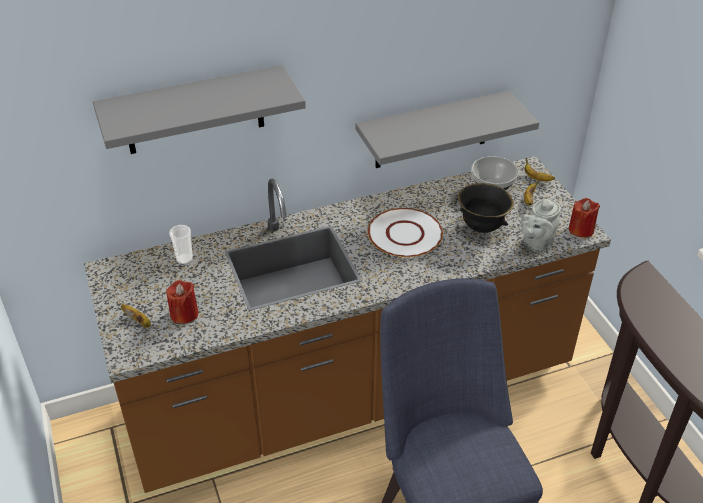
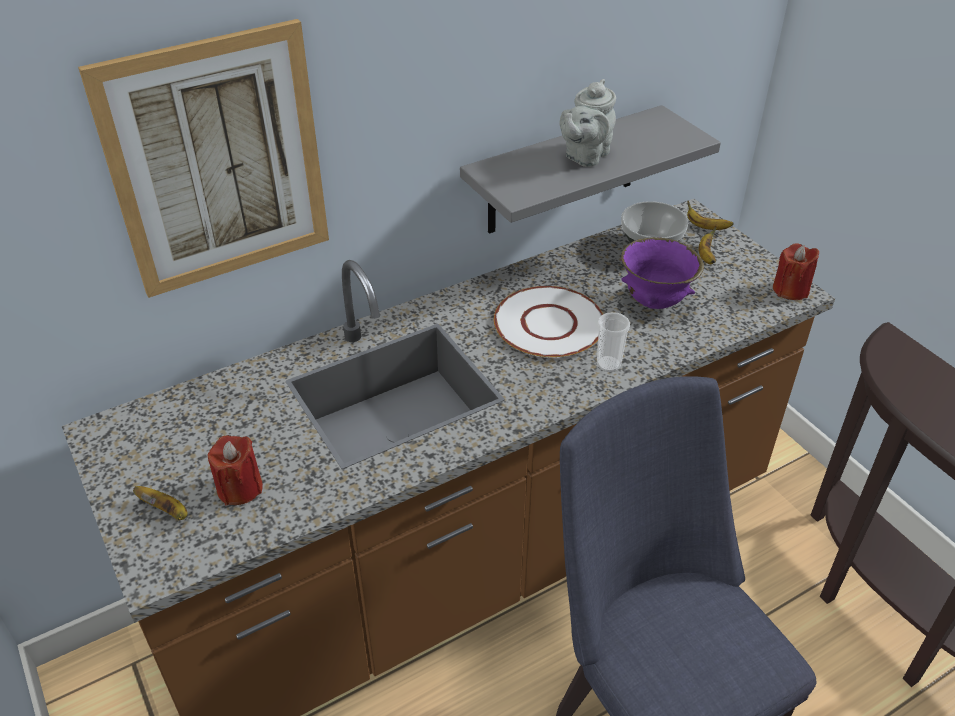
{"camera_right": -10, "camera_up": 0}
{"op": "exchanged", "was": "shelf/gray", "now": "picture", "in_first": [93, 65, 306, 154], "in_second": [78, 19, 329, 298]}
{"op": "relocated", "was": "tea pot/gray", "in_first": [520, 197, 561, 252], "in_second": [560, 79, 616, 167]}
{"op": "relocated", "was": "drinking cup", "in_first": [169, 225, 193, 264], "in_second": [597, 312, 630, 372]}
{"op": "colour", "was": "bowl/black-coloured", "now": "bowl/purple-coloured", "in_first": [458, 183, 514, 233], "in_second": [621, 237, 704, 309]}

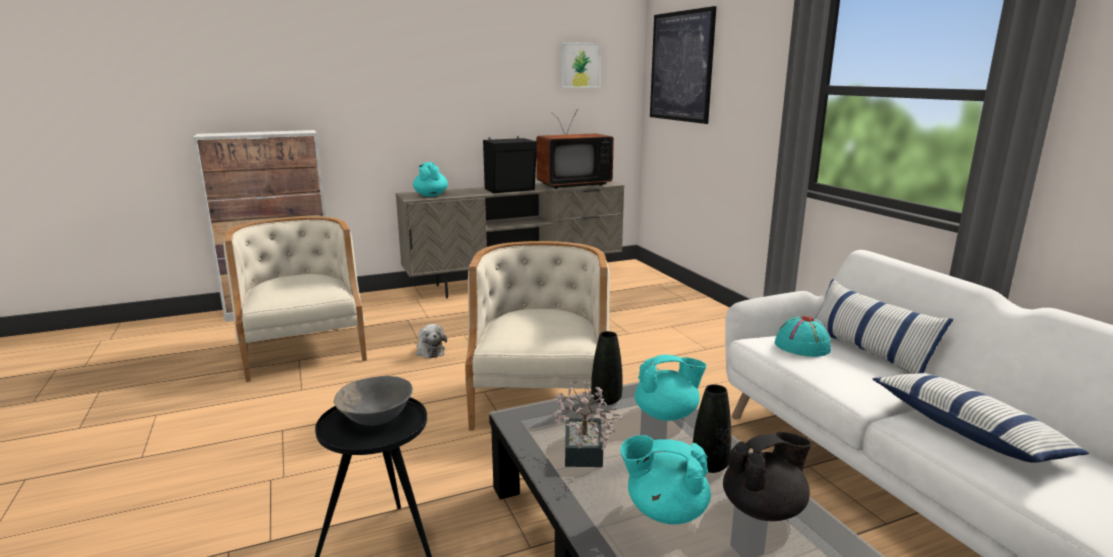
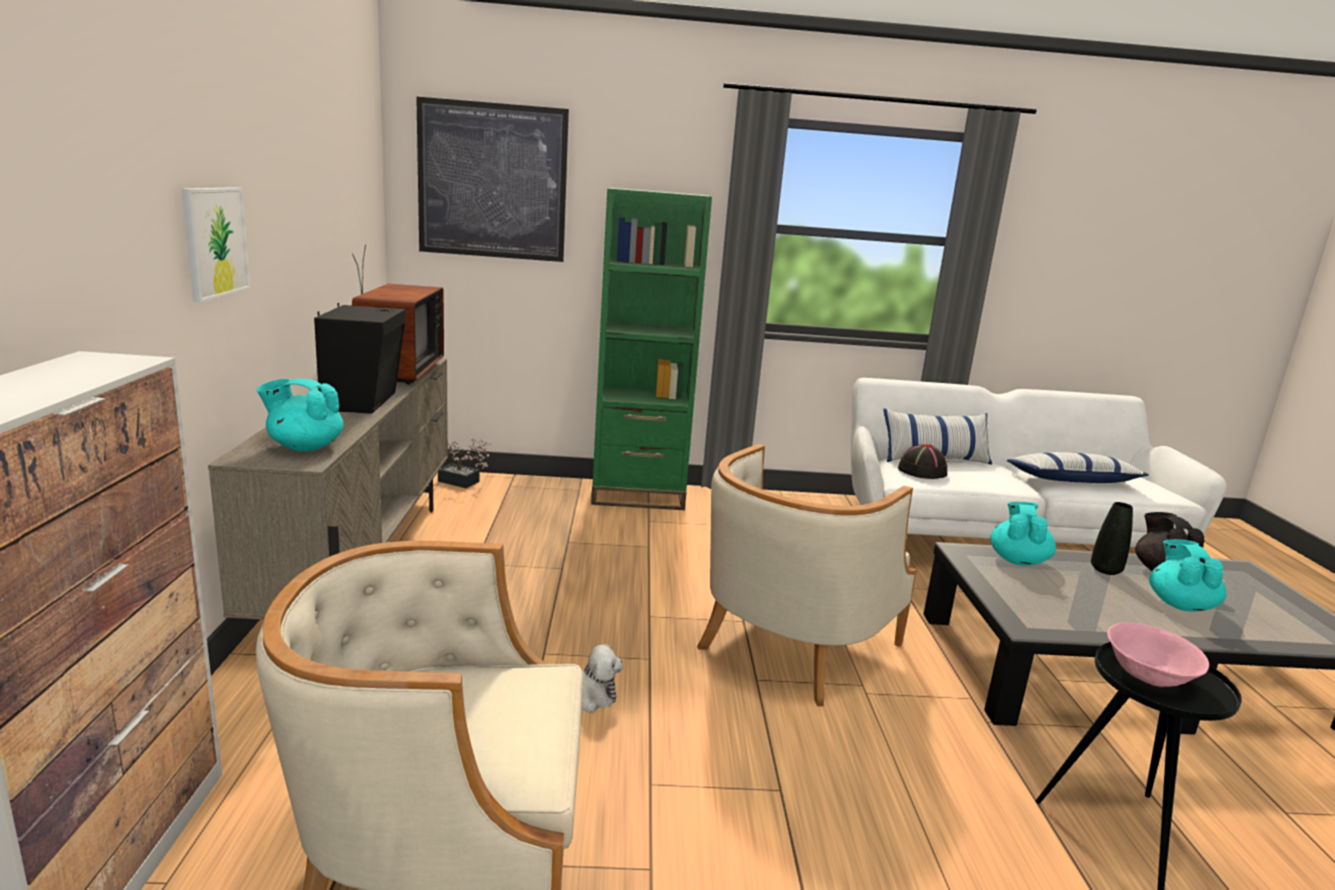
{"camera_right": -70, "camera_up": 0}
{"op": "relocated", "was": "picture", "in_first": [561, 43, 601, 88], "in_second": [182, 187, 250, 302]}
{"op": "relocated", "was": "plant in a pot", "in_first": [553, 380, 622, 467], "in_second": [438, 439, 491, 488]}
{"op": "appeared", "now": "bookcase/greenish", "in_second": [591, 188, 712, 510]}
{"op": "spun", "was": "lounge chair/sand-coloured", "in_first": [465, 241, 610, 430], "in_second": [697, 444, 917, 706], "clockwise": -75}
{"op": "colour", "was": "wearable hat/blue-green", "now": "wearable hat/black-coloured", "in_first": [775, 316, 831, 357], "in_second": [898, 444, 947, 479]}
{"op": "colour", "was": "bowl/gray", "now": "bowl/pinkish", "in_first": [334, 376, 413, 426], "in_second": [1107, 622, 1209, 687]}
{"op": "spun", "was": "tea pot/blue-green", "in_first": [620, 435, 711, 524], "in_second": [1149, 539, 1226, 612], "clockwise": 150}
{"op": "missing", "was": "decorative vase/black-coloured", "in_first": [591, 331, 623, 405]}

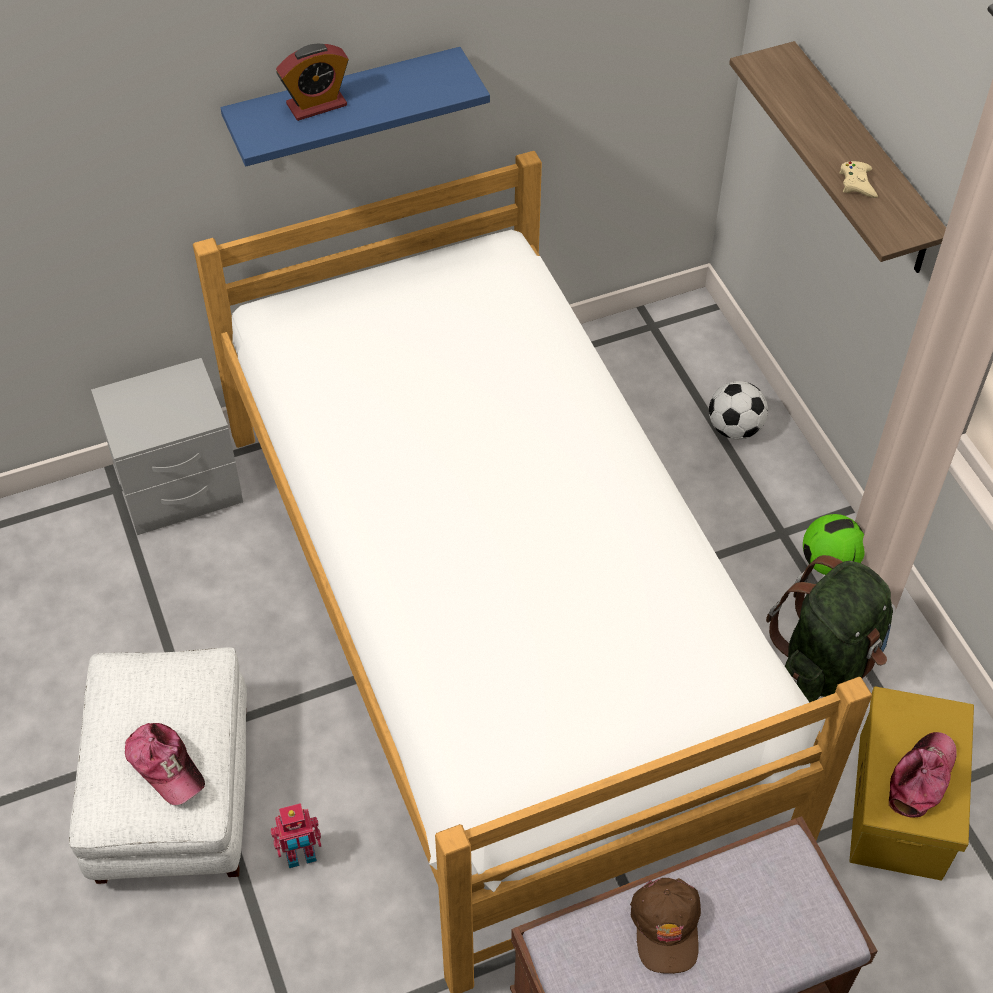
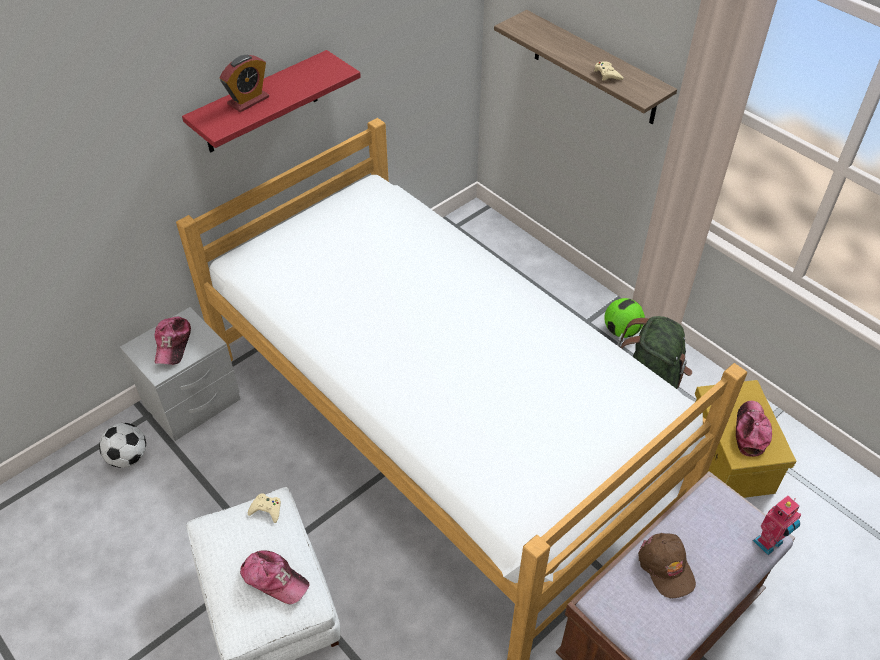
{"camera_right": -20, "camera_up": -5}
{"op": "relocated", "was": "ball for football", "in_first": [709, 381, 768, 439], "in_second": [99, 423, 146, 468]}
{"op": "appeared", "now": "baseball cap", "in_second": [155, 316, 191, 365]}
{"op": "colour", "was": "shelf/blue", "now": "shelf/red-coloured", "in_first": [221, 47, 490, 166], "in_second": [182, 50, 361, 153]}
{"op": "appeared", "now": "gamepad/sand-coloured", "in_second": [248, 493, 281, 523]}
{"op": "relocated", "was": "robot figure", "in_first": [271, 803, 321, 868], "in_second": [752, 496, 802, 555]}

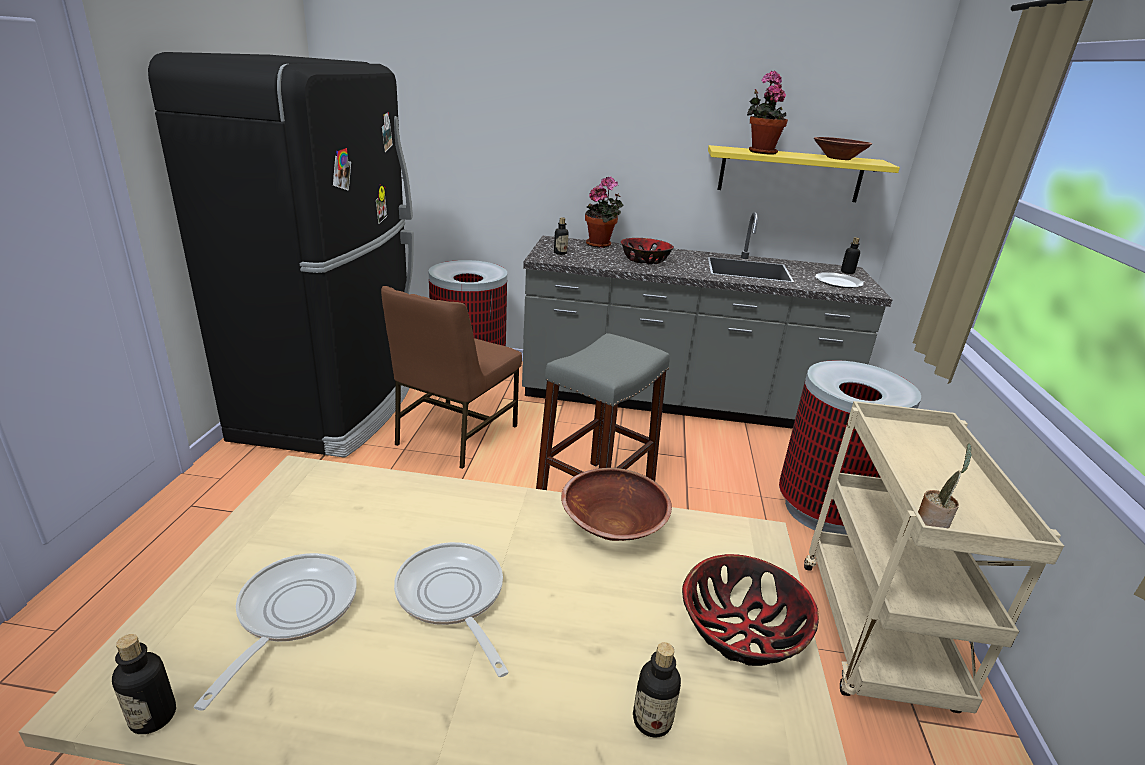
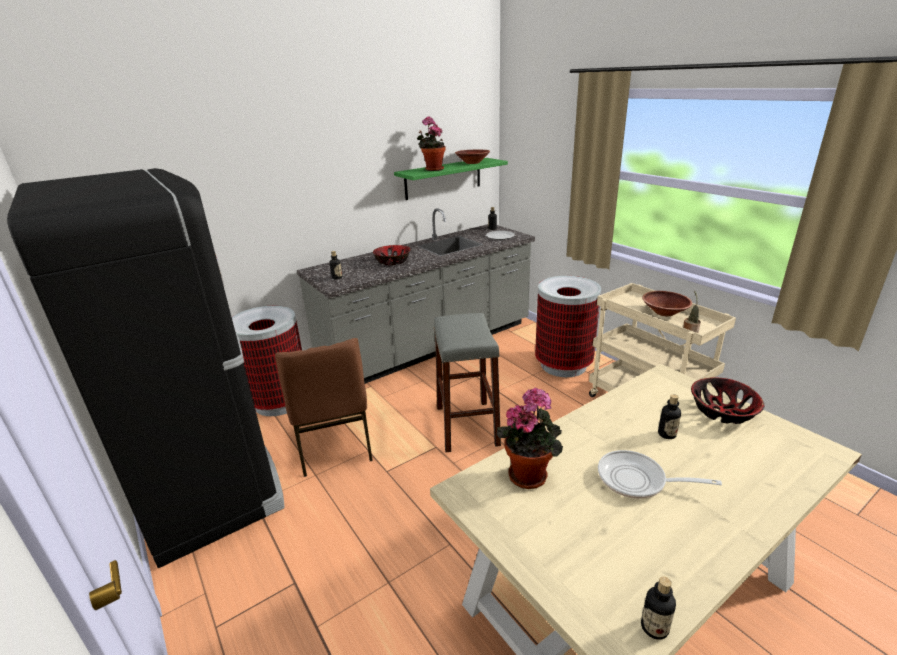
{"camera_right": -40, "camera_up": 0}
{"op": "colour", "was": "shelf/yellow", "now": "shelf/greenish", "in_first": [708, 145, 900, 202], "in_second": [394, 158, 508, 200]}
{"op": "relocated", "was": "plant in a pot", "in_first": [585, 177, 624, 248], "in_second": [497, 387, 563, 489]}
{"op": "relocated", "was": "bowl/brown-coloured", "in_first": [561, 468, 672, 541], "in_second": [642, 291, 692, 316]}
{"op": "relocated", "was": "bottle", "in_first": [633, 642, 681, 738], "in_second": [658, 394, 681, 439]}
{"op": "missing", "was": "frying pan", "in_first": [194, 553, 357, 711]}

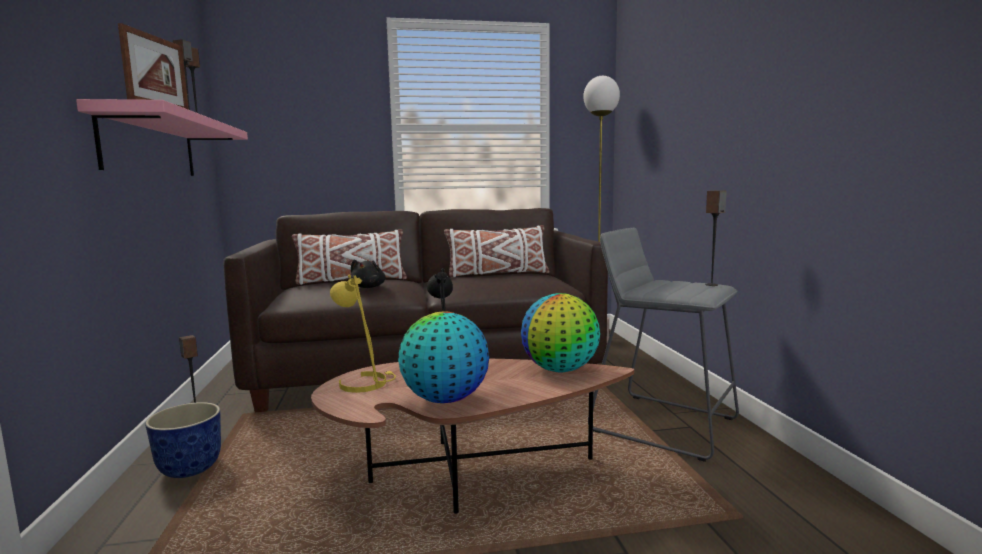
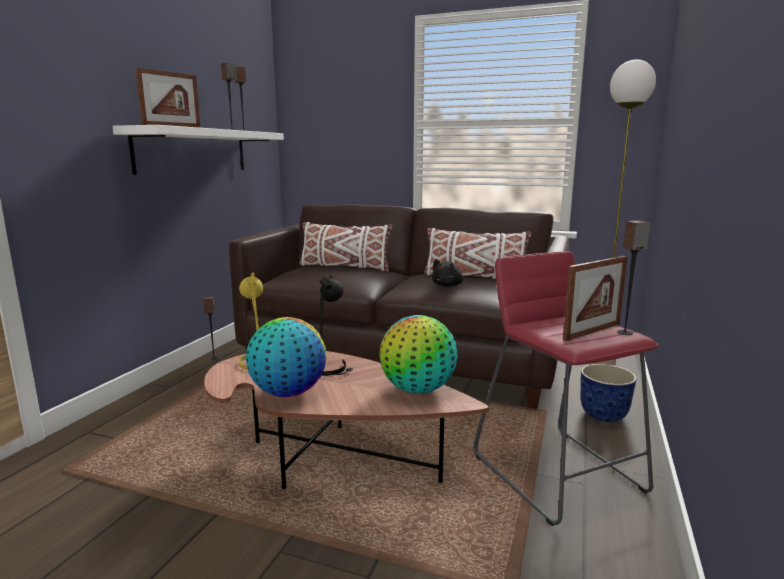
{"camera_right": 30, "camera_up": 5}
{"op": "colour", "was": "shelf/pinkish", "now": "shelf/white", "in_first": [76, 99, 248, 176], "in_second": [112, 125, 284, 175]}
{"op": "relocated", "was": "soft toy/black-coloured", "in_first": [351, 260, 386, 288], "in_second": [432, 259, 463, 287]}
{"op": "colour", "was": "stool/gray", "now": "stool/red-coloured", "in_first": [588, 228, 739, 462], "in_second": [474, 251, 659, 526]}
{"op": "appeared", "now": "standing frame", "in_second": [563, 256, 628, 341]}
{"op": "relocated", "was": "flower pot", "in_first": [145, 402, 221, 478], "in_second": [581, 364, 637, 422]}

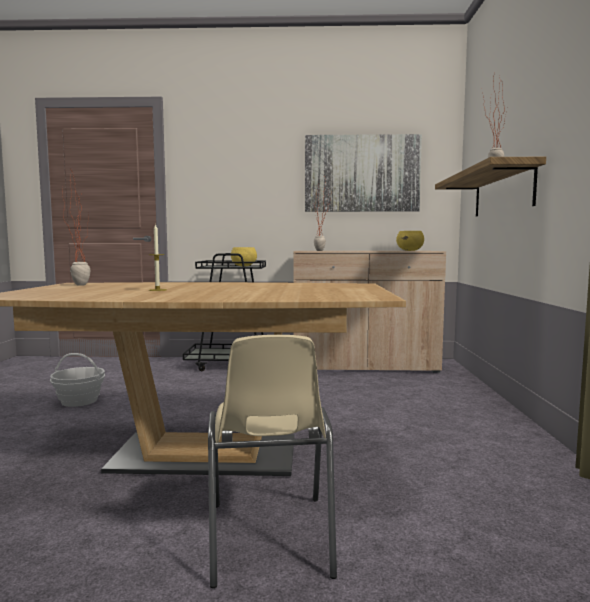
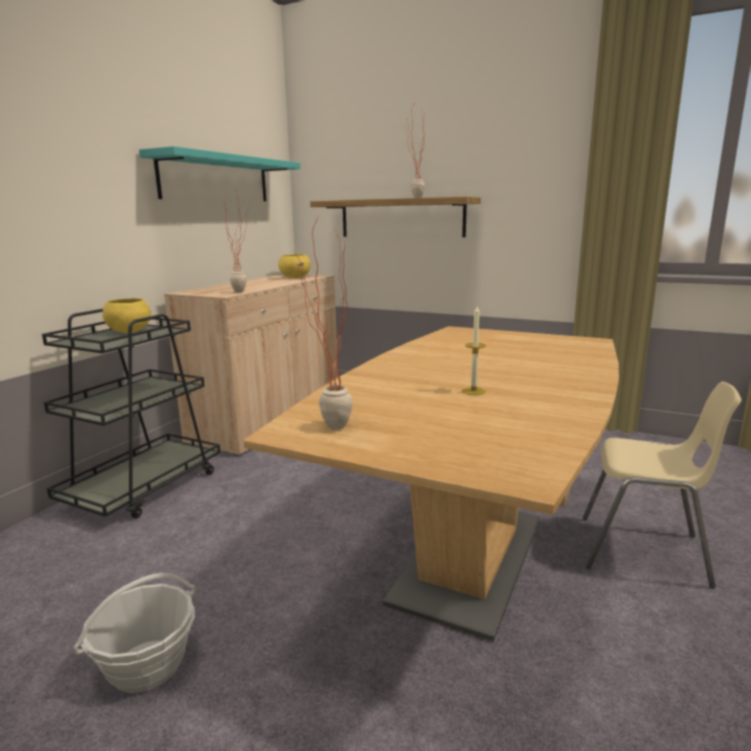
{"camera_right": -65, "camera_up": 10}
{"op": "exchanged", "was": "picture", "now": "shelf/blue-green", "in_first": [305, 134, 422, 212], "in_second": [139, 146, 301, 201]}

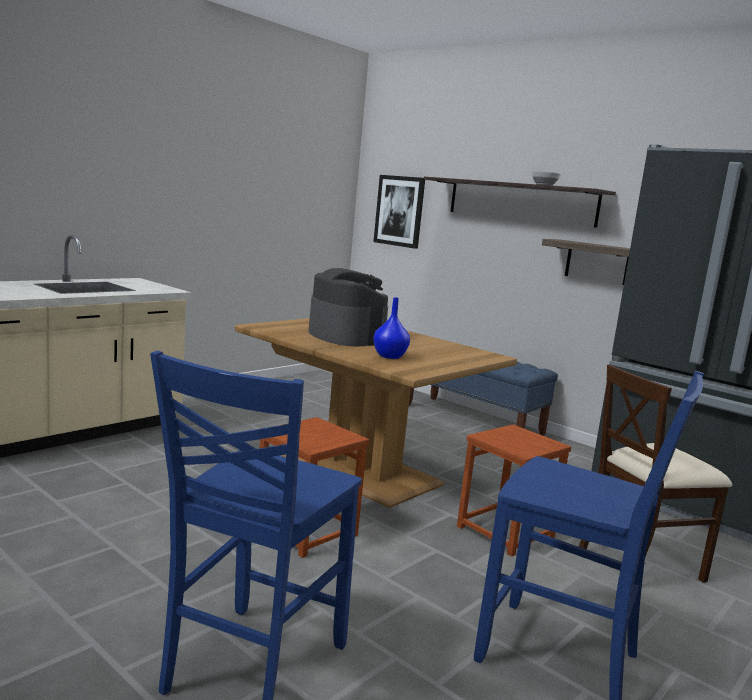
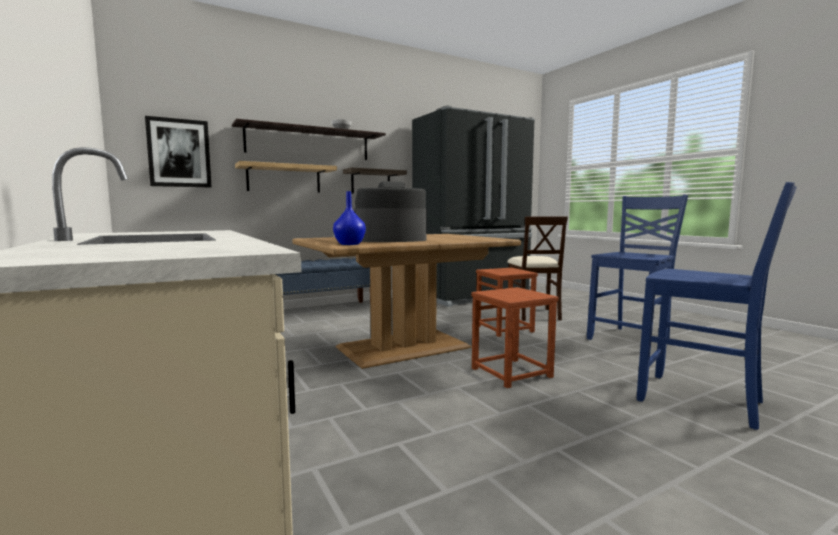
{"camera_right": -70, "camera_up": -5}
{"op": "appeared", "now": "shelf", "in_second": [235, 161, 337, 193]}
{"op": "relocated", "was": "decorative vase/blue", "in_first": [373, 297, 410, 359], "in_second": [333, 191, 366, 245]}

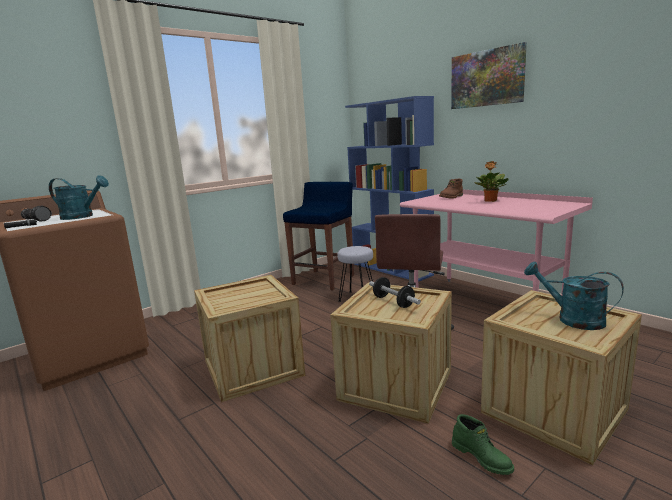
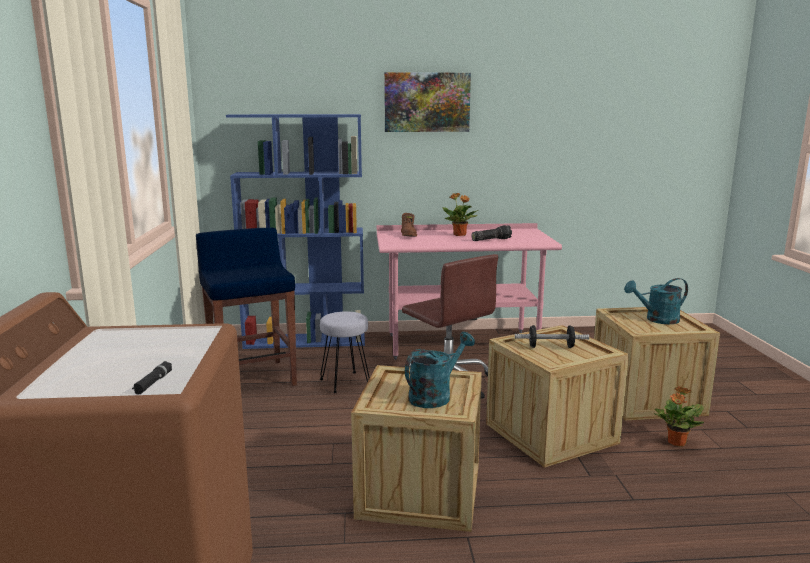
{"camera_right": -55, "camera_up": 0}
{"op": "relocated", "was": "watering can/blue-green", "in_first": [49, 175, 109, 220], "in_second": [405, 332, 475, 408]}
{"op": "relocated", "was": "torch", "in_first": [21, 205, 52, 222], "in_second": [472, 225, 512, 241]}
{"op": "exchanged", "was": "boot/greenish", "now": "plant in a pot", "in_first": [452, 414, 514, 475], "in_second": [654, 386, 704, 446]}

